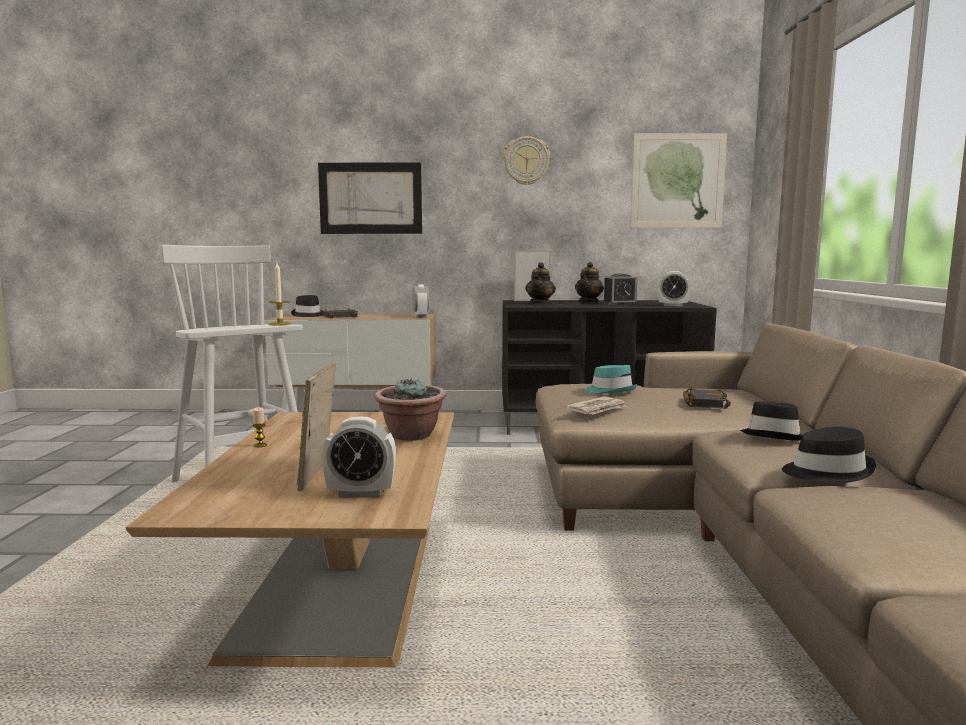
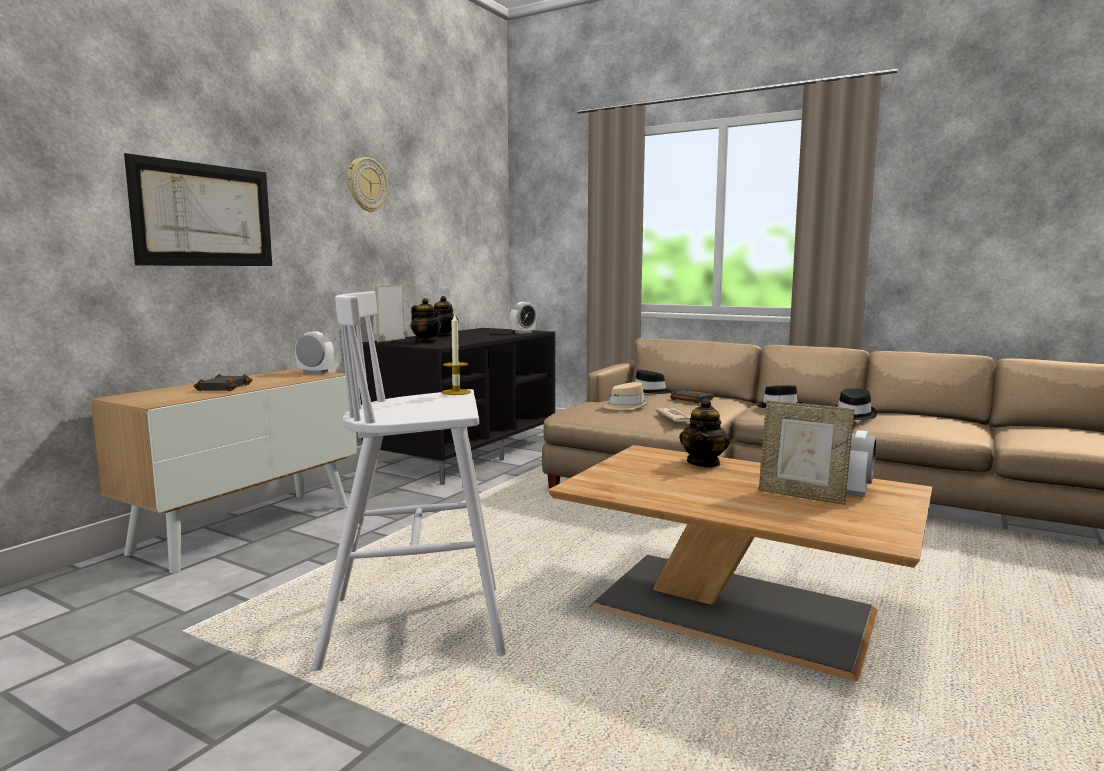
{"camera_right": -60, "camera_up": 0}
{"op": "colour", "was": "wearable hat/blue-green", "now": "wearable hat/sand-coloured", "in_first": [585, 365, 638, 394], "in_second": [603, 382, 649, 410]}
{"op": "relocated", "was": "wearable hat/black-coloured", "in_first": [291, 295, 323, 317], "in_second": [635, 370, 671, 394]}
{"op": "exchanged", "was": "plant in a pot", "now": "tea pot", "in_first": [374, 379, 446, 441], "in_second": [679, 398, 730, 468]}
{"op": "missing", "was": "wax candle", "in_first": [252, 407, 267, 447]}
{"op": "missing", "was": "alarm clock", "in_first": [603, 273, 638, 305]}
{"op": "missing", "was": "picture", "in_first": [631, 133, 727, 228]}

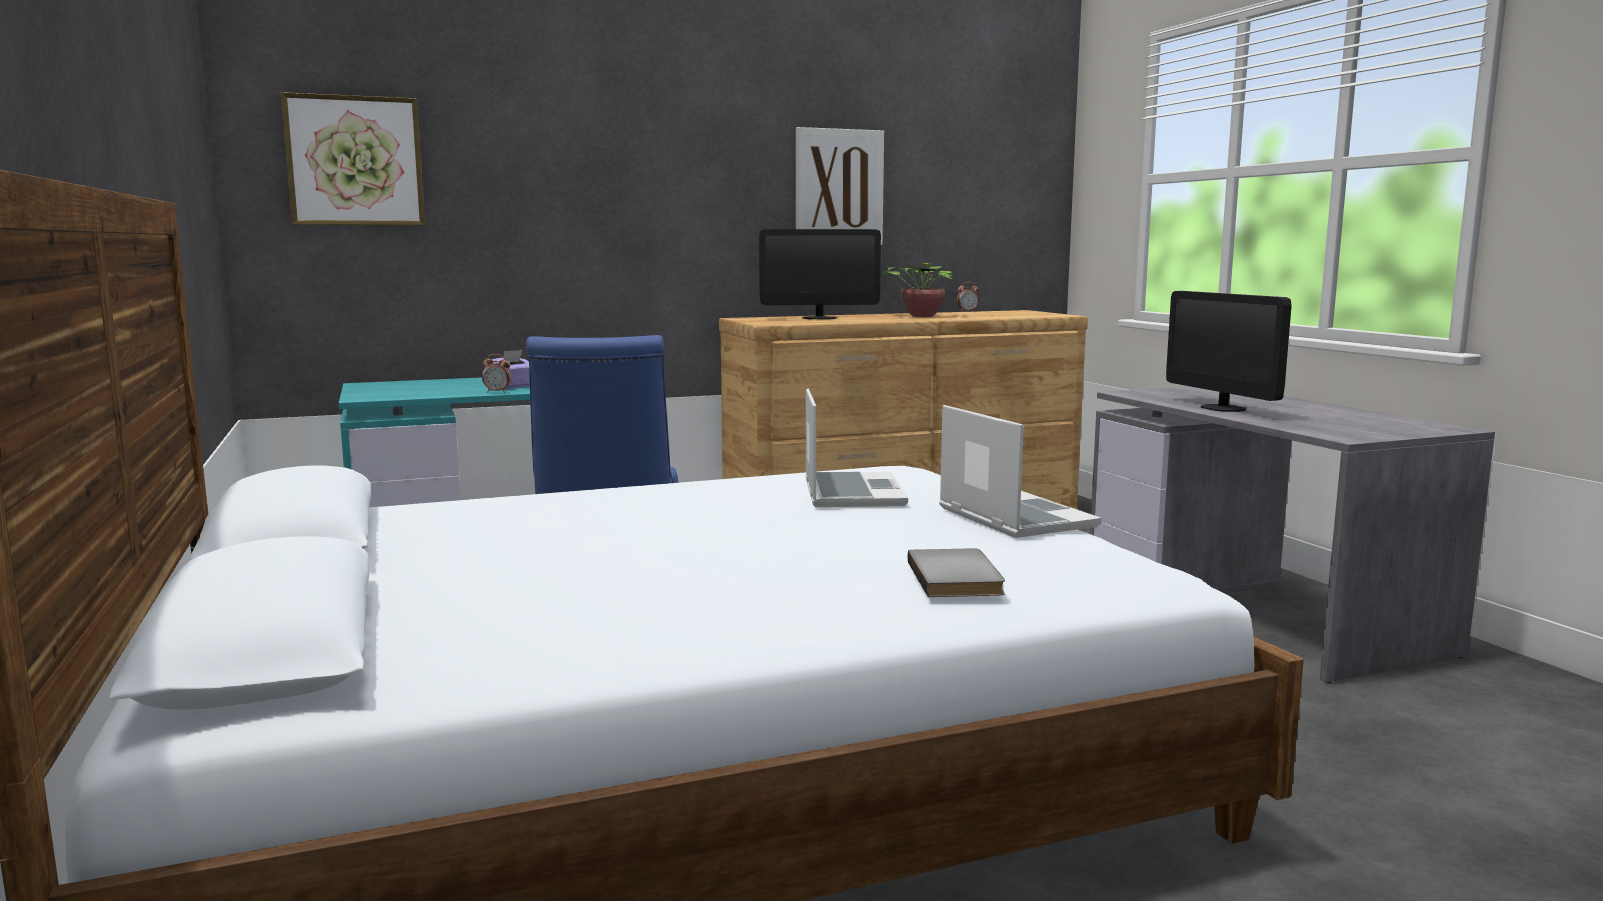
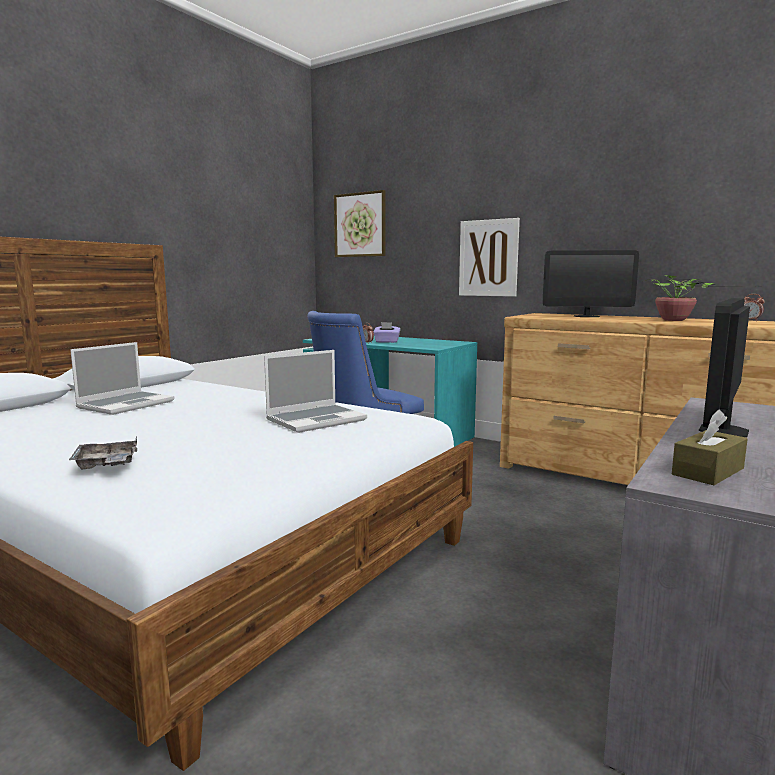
{"camera_right": 55, "camera_up": 0}
{"op": "exchanged", "was": "volume/gray", "now": "carrying tray/gray", "in_first": [907, 548, 1005, 597], "in_second": [69, 436, 137, 469]}
{"op": "relocated", "was": "laptop", "in_first": [939, 405, 1102, 538], "in_second": [70, 342, 174, 415]}
{"op": "relocated", "was": "picture", "in_first": [796, 127, 884, 245], "in_second": [459, 218, 520, 297]}
{"op": "spun", "was": "computer display", "in_first": [759, 229, 881, 319], "in_second": [543, 250, 639, 317], "clockwise": -45}
{"op": "appeared", "now": "tissue box/brown-coloured", "in_second": [672, 409, 748, 485]}

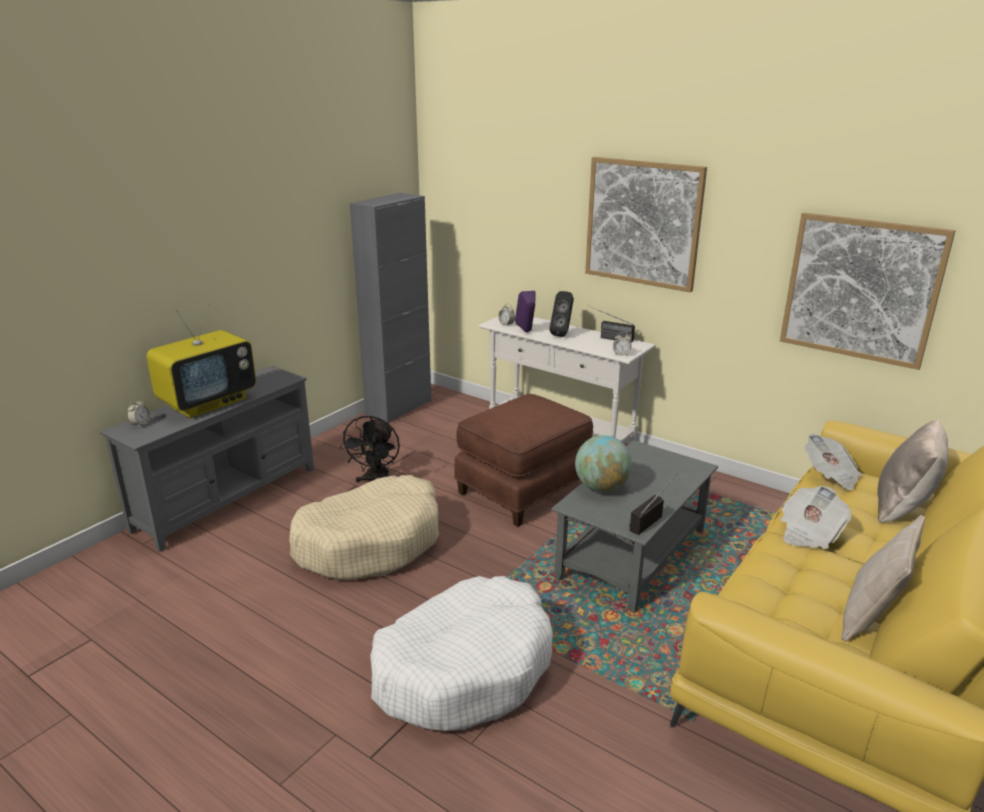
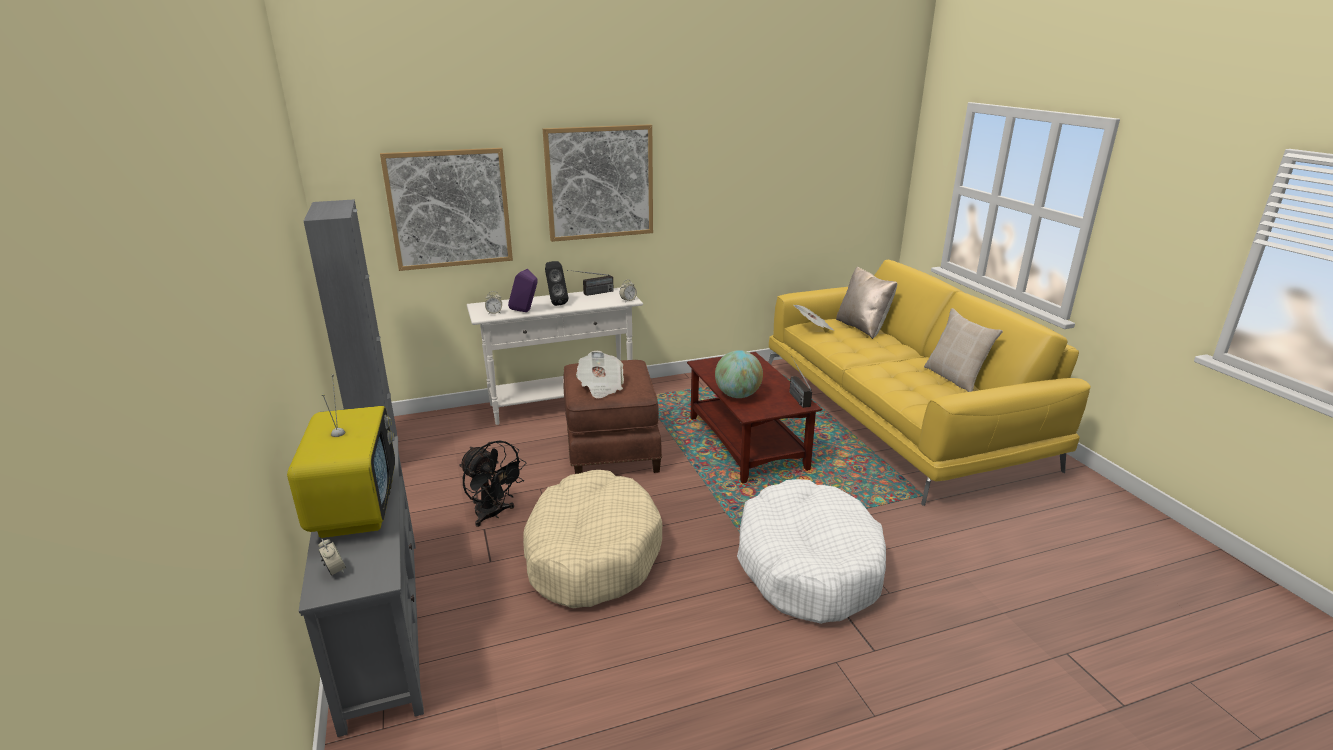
{"camera_right": -55, "camera_up": 0}
{"op": "relocated", "was": "picture", "in_first": [780, 213, 956, 370], "in_second": [380, 148, 513, 271]}
{"op": "relocated", "was": "newspaper", "in_first": [780, 486, 851, 549], "in_second": [576, 351, 624, 399]}
{"op": "colour", "was": "low table/gray", "now": "low table/brown-coloured", "in_first": [551, 440, 718, 613], "in_second": [687, 352, 822, 484]}

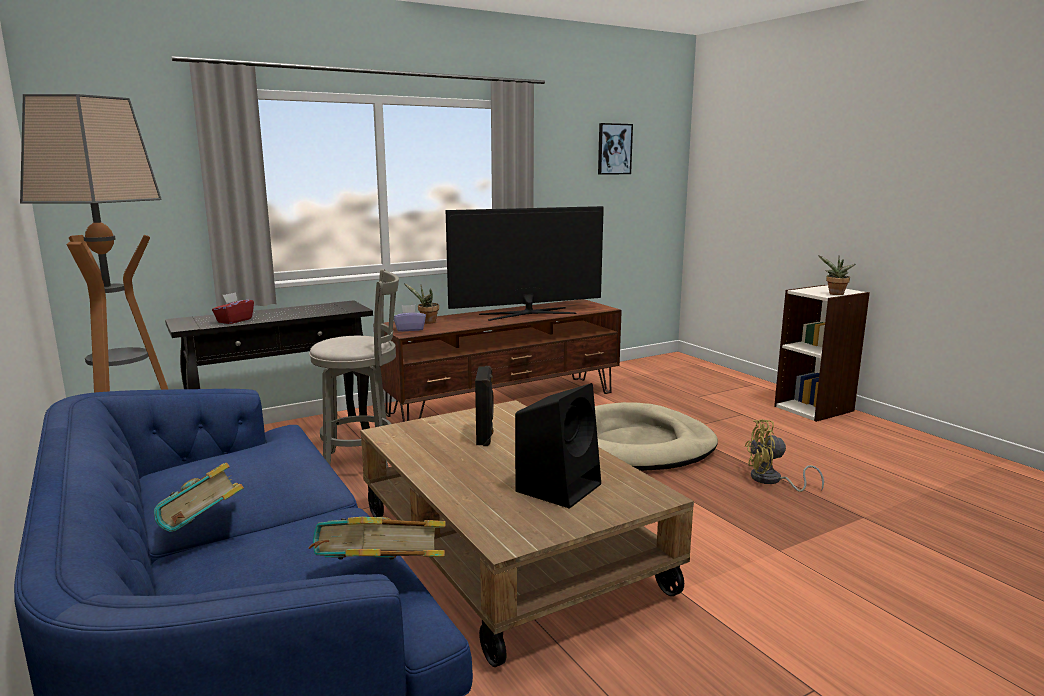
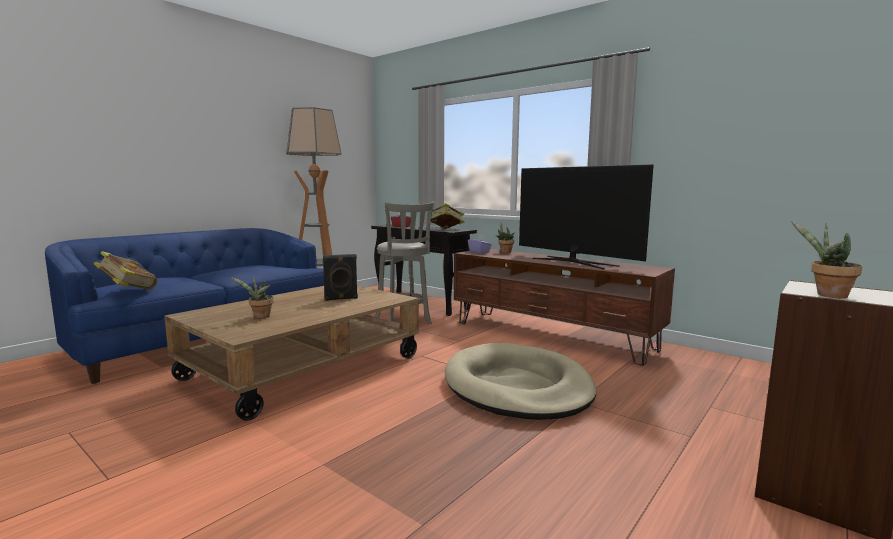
{"camera_right": 70, "camera_up": -5}
{"op": "exchanged", "was": "speaker/black-coloured", "now": "plant in a pot", "in_first": [515, 383, 601, 508], "in_second": [230, 276, 274, 318]}
{"op": "relocated", "was": "volume", "in_first": [154, 463, 244, 532], "in_second": [427, 203, 465, 229]}
{"op": "missing", "was": "picture", "in_first": [598, 123, 633, 175]}
{"op": "missing", "was": "fan/yellow", "in_first": [745, 419, 824, 492]}

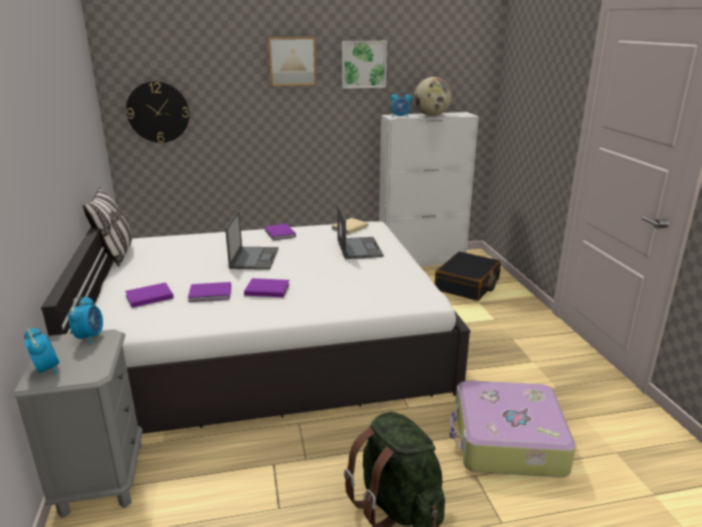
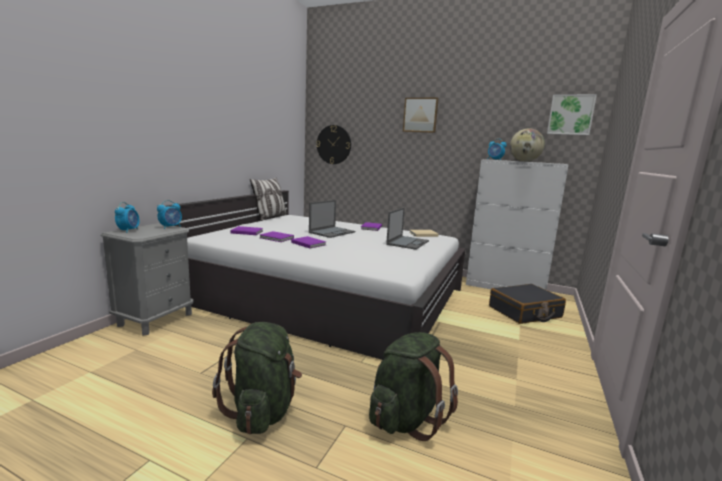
{"camera_right": 35, "camera_up": -10}
{"op": "exchanged", "was": "travel case", "now": "knapsack/greenish", "in_first": [449, 380, 576, 477], "in_second": [369, 332, 458, 441]}
{"op": "relocated", "was": "picture", "in_first": [342, 41, 387, 89], "in_second": [547, 94, 597, 135]}

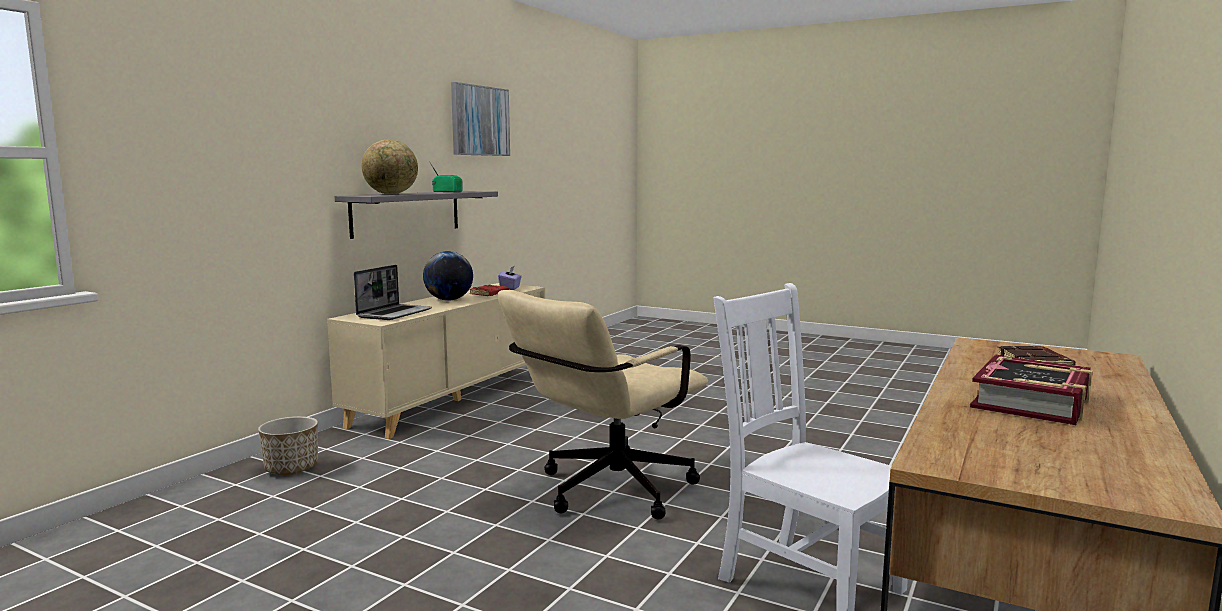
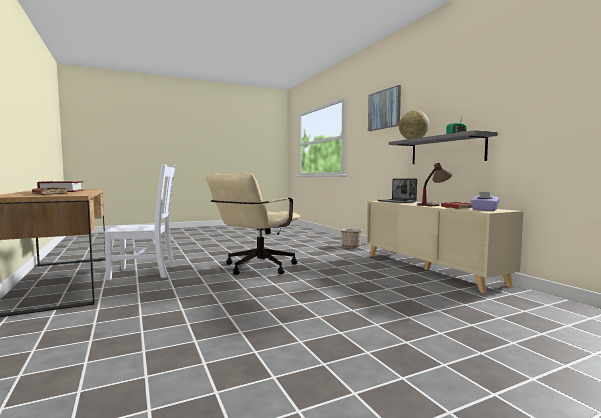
{"camera_right": 125, "camera_up": -5}
{"op": "spun", "was": "computer chair/sand-coloured", "in_first": [498, 290, 708, 520], "in_second": [206, 173, 300, 275], "clockwise": -135}
{"op": "relocated", "was": "picture", "in_first": [451, 82, 510, 156], "in_second": [368, 85, 401, 131]}
{"op": "exchanged", "was": "desk globe", "now": "lamp for a table", "in_first": [423, 251, 473, 301], "in_second": [417, 163, 453, 206]}

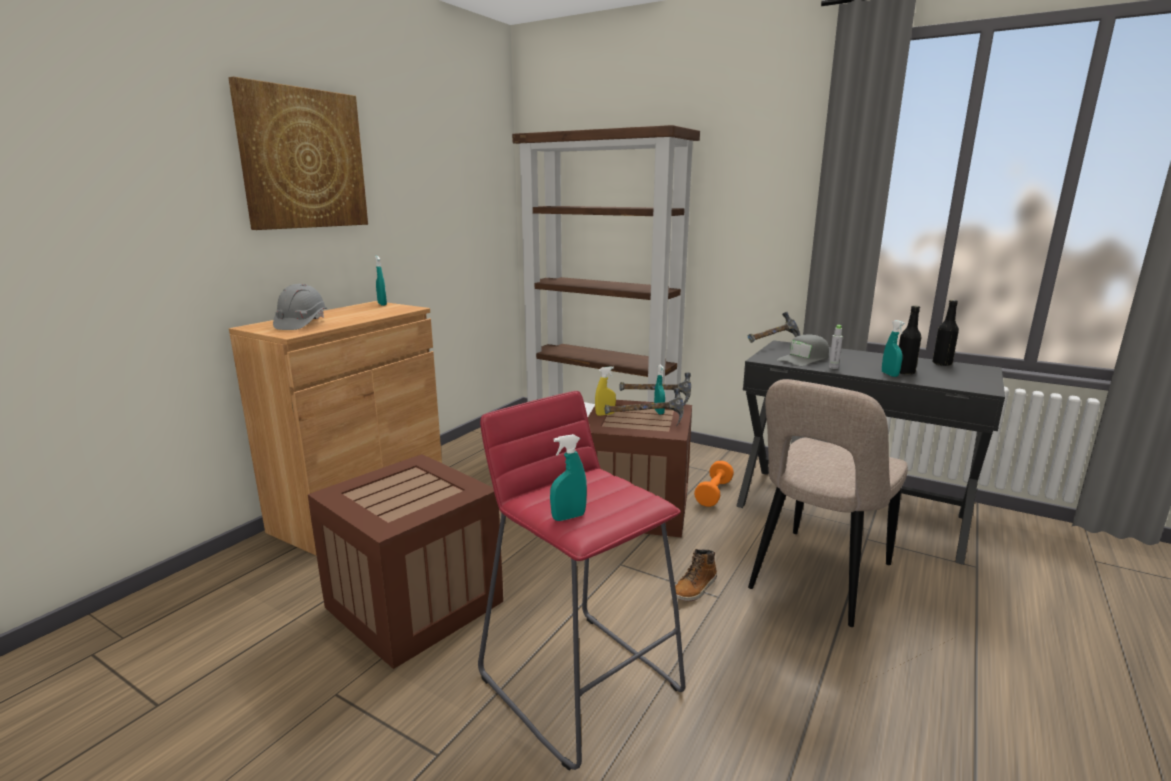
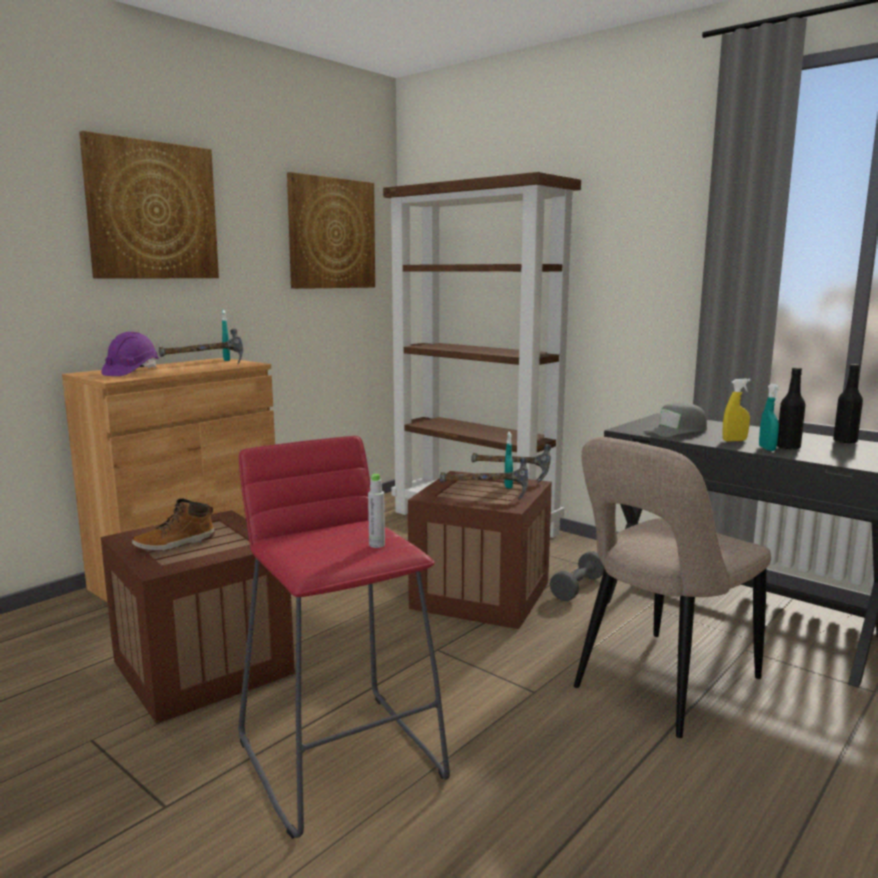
{"camera_right": 10, "camera_up": -5}
{"op": "colour", "was": "hard hat/gray", "now": "hard hat/purple-coloured", "in_first": [273, 284, 327, 330], "in_second": [101, 332, 159, 376]}
{"op": "relocated", "was": "boot", "in_first": [671, 549, 717, 601], "in_second": [132, 499, 215, 551]}
{"op": "relocated", "was": "hammer", "in_first": [748, 312, 800, 343], "in_second": [159, 328, 243, 365]}
{"op": "appeared", "now": "picture", "in_second": [287, 172, 375, 289]}
{"op": "relocated", "was": "bottle/gray", "in_first": [829, 325, 843, 369], "in_second": [368, 474, 385, 548]}
{"op": "colour", "was": "free weight/orangey", "now": "free weight/gray", "in_first": [694, 461, 734, 507], "in_second": [550, 551, 605, 601]}
{"op": "relocated", "was": "hand sprayer/yellow", "in_first": [595, 366, 616, 416], "in_second": [722, 378, 751, 442]}
{"op": "missing", "was": "hand sprayer/blue-green", "in_first": [550, 434, 587, 521]}

